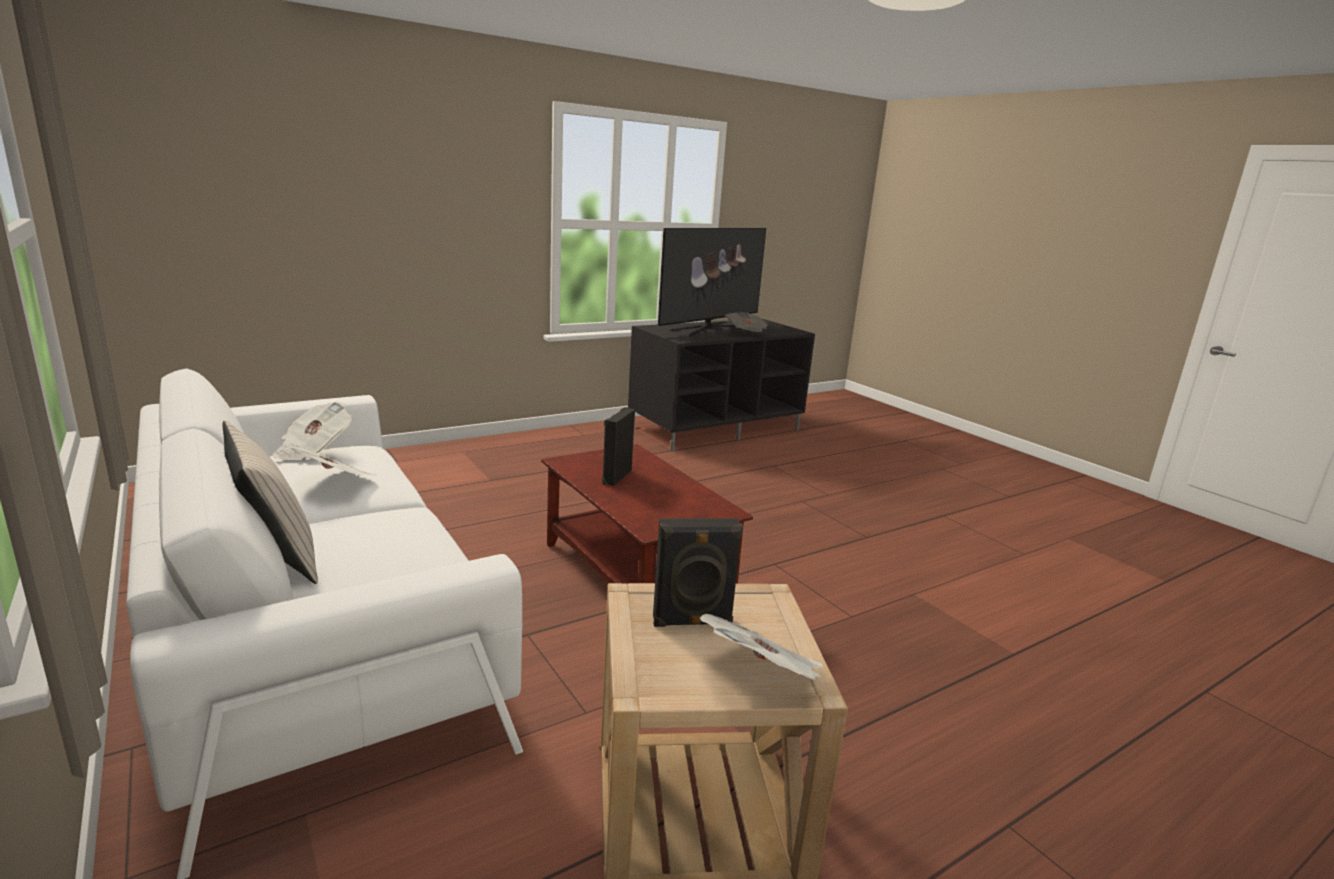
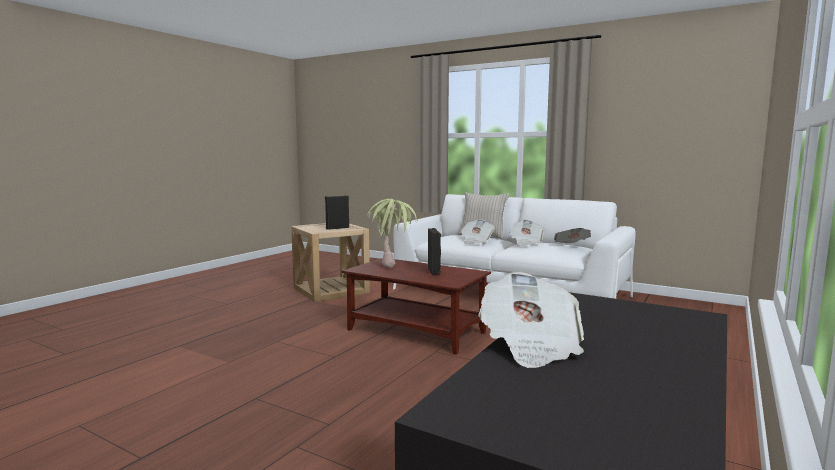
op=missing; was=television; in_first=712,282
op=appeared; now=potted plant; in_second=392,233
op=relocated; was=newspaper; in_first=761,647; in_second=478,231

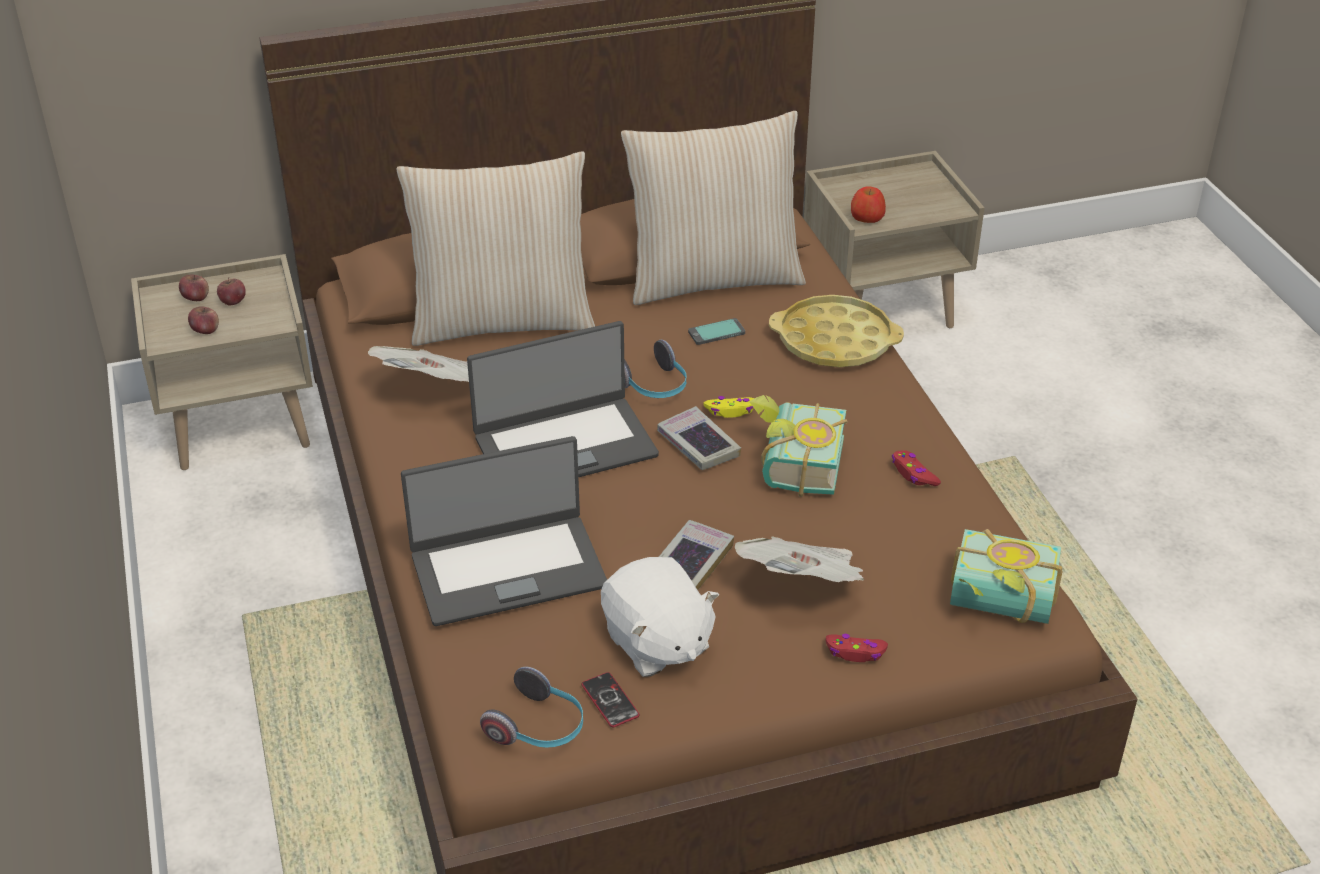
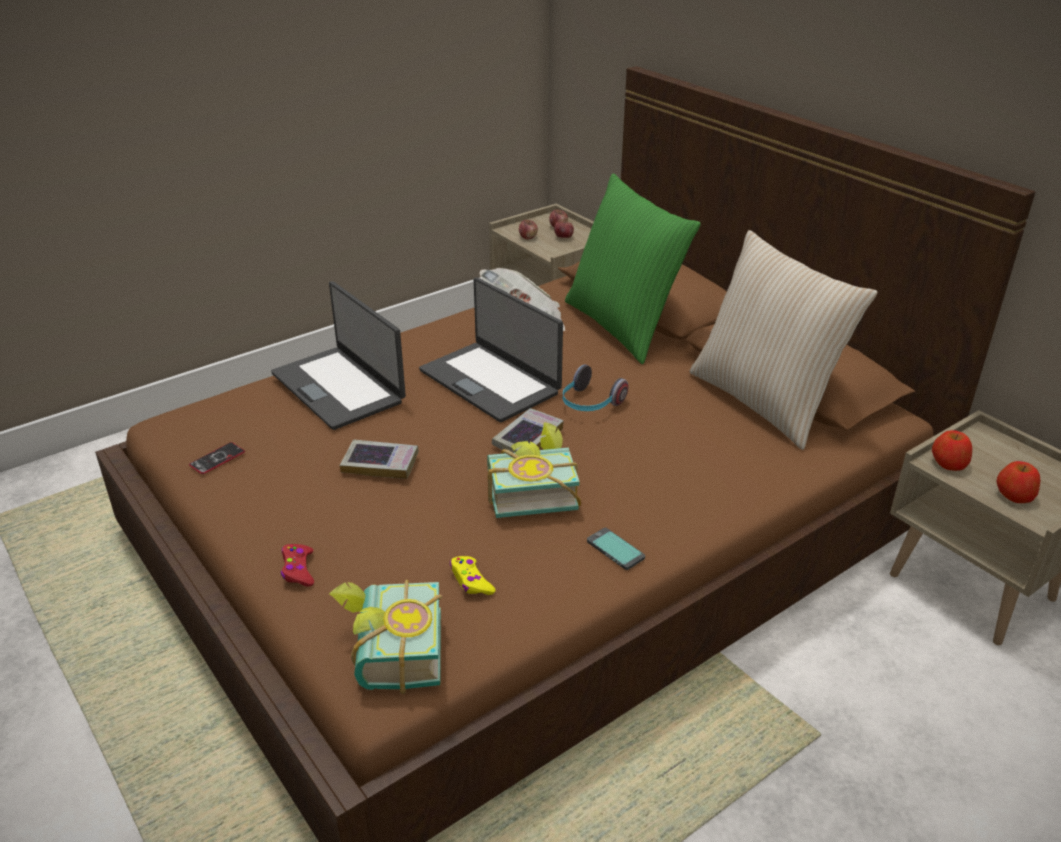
op=missing; was=headphones; in_first=531,707
op=missing; was=white plush toy; in_first=660,617
op=missing; was=newspaper; in_first=799,559
op=missing; was=yellow tray; in_first=836,331
op=missing; was=red game controller; in_first=916,468
op=appeared; now=apple; in_second=1018,482
op=relocated; was=phone; in_first=716,331; in_second=616,549
op=relocated; was=yellow game controller; in_first=728,407; in_second=473,575
op=colour; was=beige pillow; now=green pillow; in_first=495,249; in_second=633,268

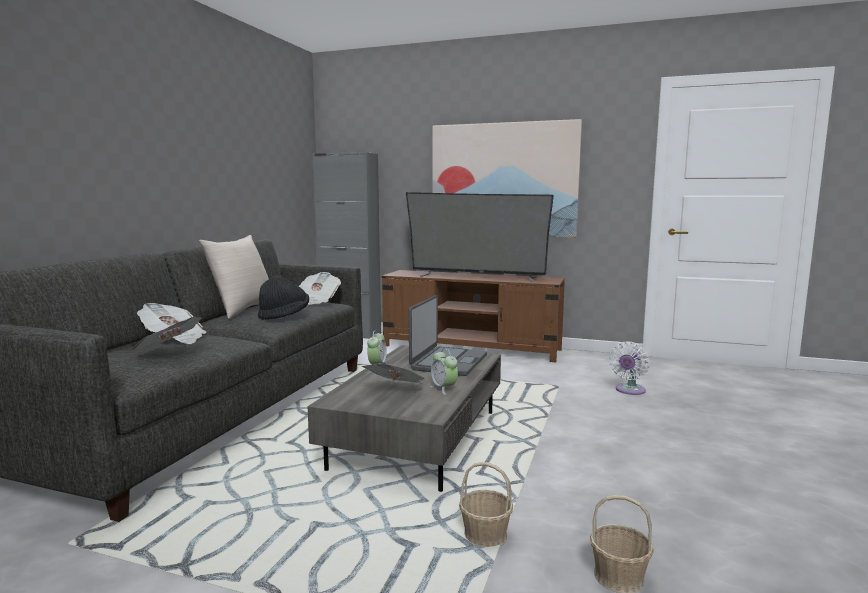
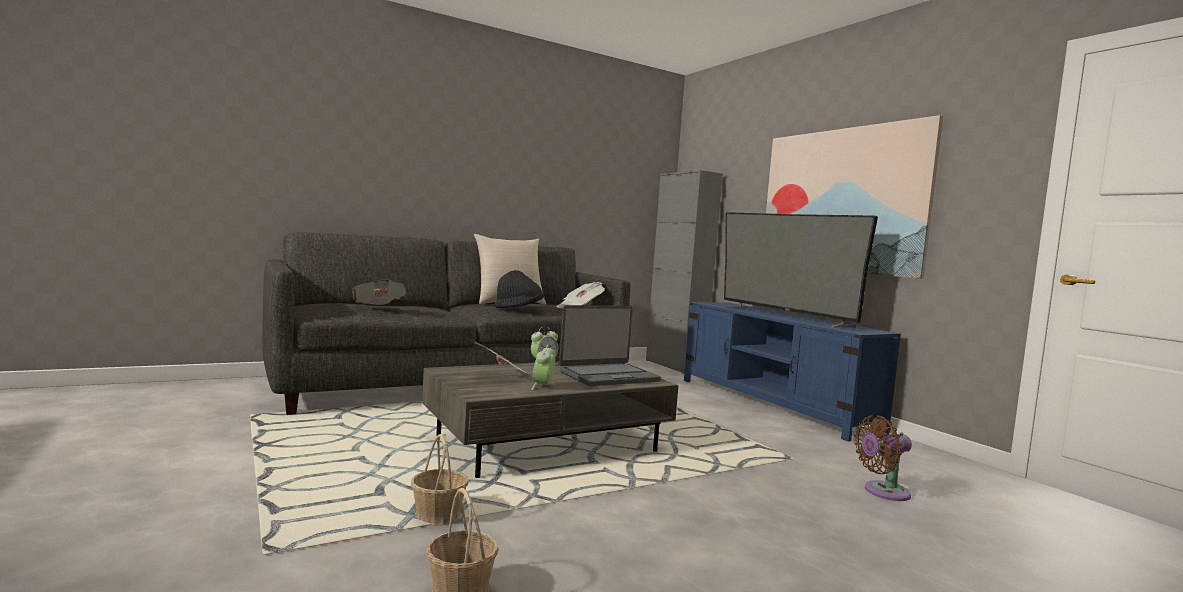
op=missing; was=newspaper; in_first=171,323
op=colour; was=brown tv stand; now=blue tv stand; in_first=473,316; in_second=792,372
op=colour; was=white fan; now=brown fan; in_first=629,368; in_second=883,458

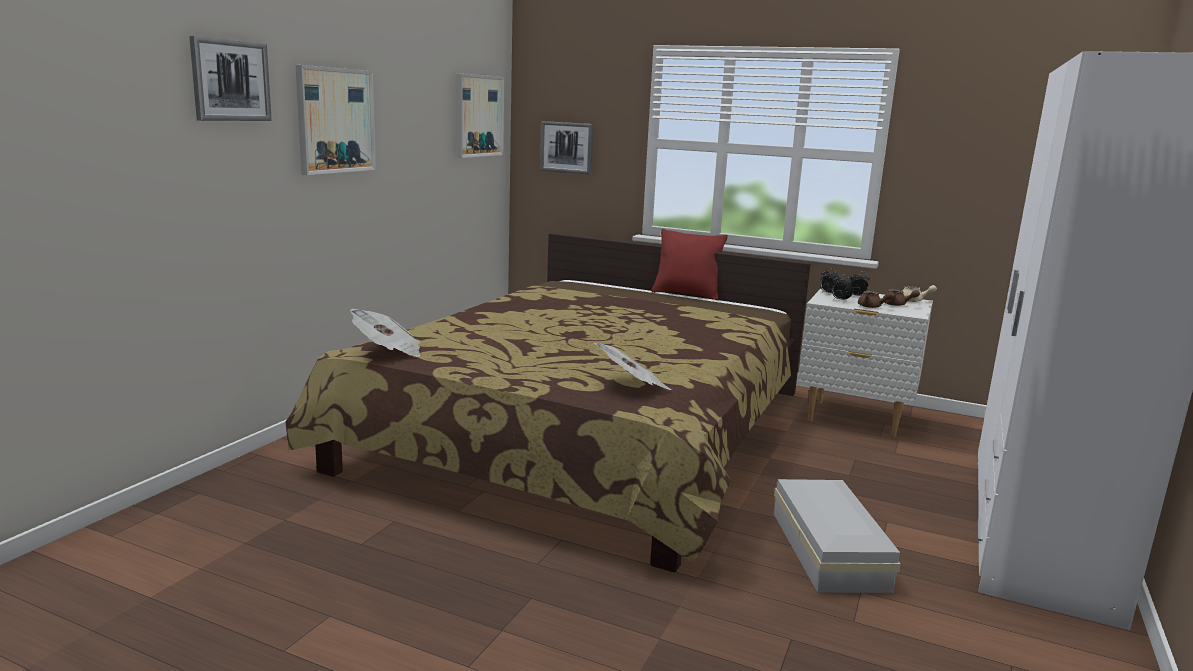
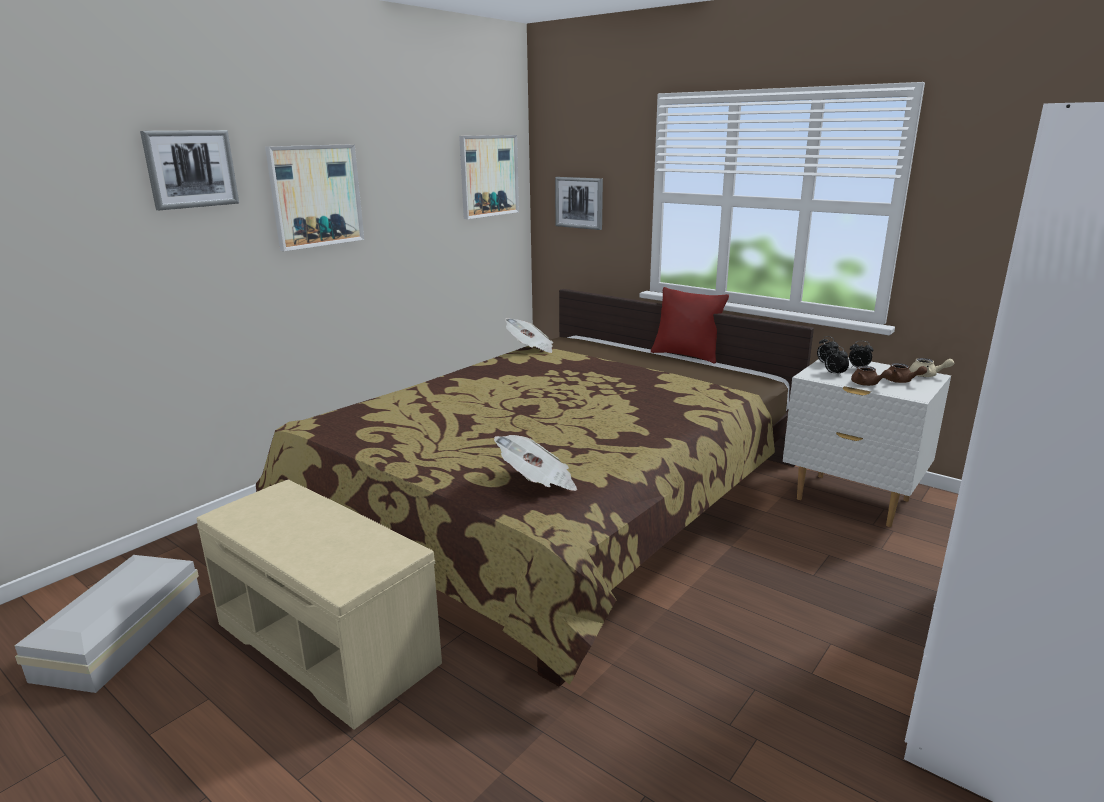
op=appeared; now=beige bench; in_second=319,605
op=relocated; was=newspaper; in_first=385,333; in_second=529,335
op=relocated; was=white storage box; in_first=837,536; in_second=107,624

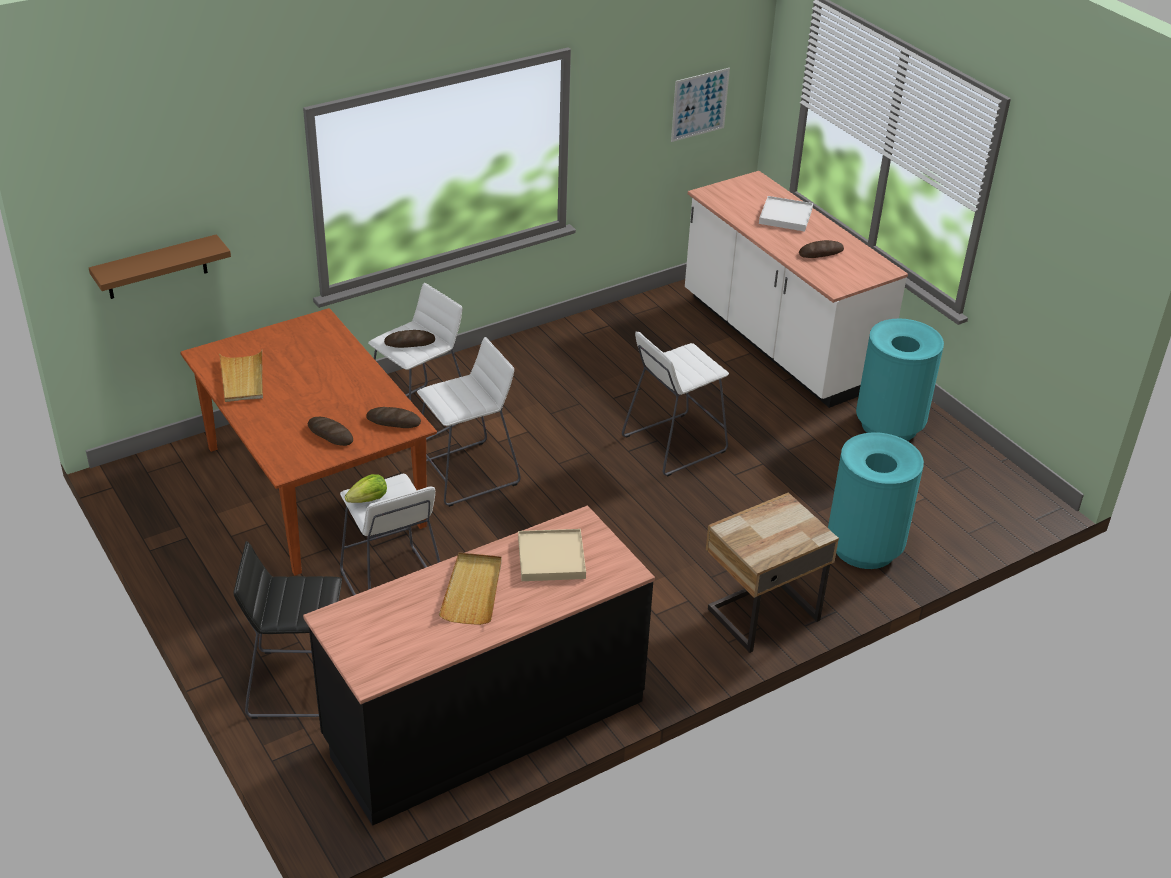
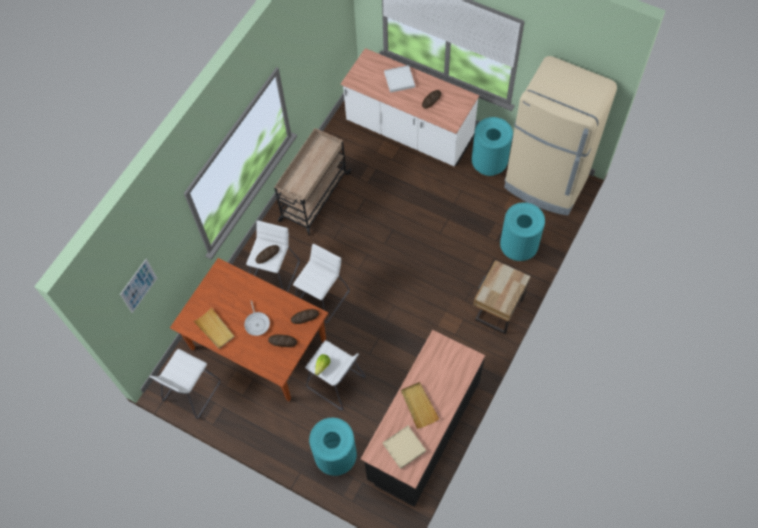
op=missing; was=brown shelf; in_first=160,266
op=appeared; now=frying pan; in_second=257,318
op=appeared; now=beige cart; in_second=312,182
op=appeared; now=beige fridge; in_second=560,136
op=relocated; was=beige tray; in_first=552,555; in_second=404,447
op=relocated; was=white stool; in_first=675,403; in_second=184,384
op=relocated; was=picture; in_first=700,105; in_second=138,285
op=exchanged; was=black stool; now=turquoise trash can; in_first=288,630; in_second=333,447

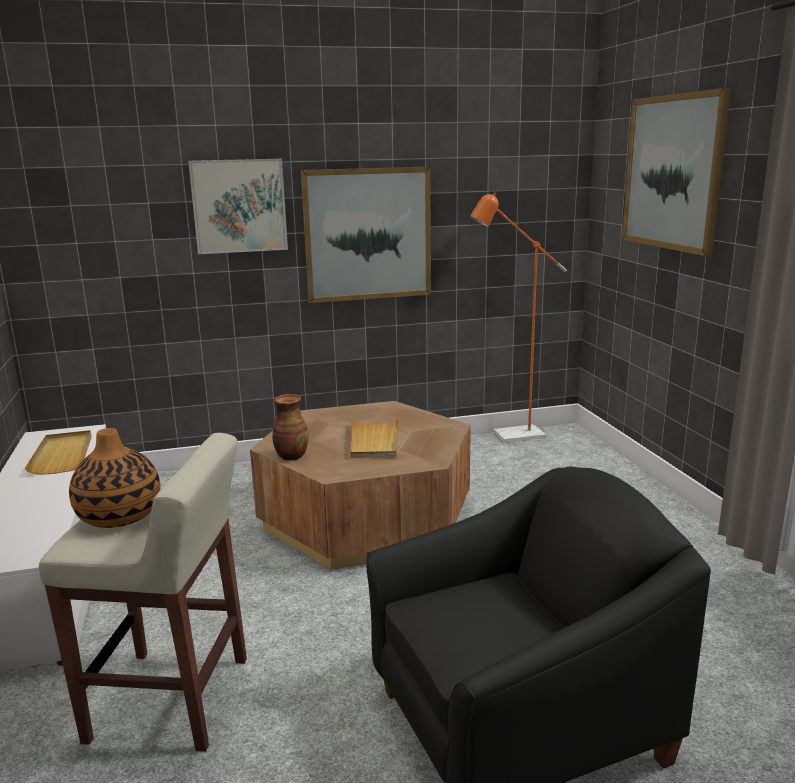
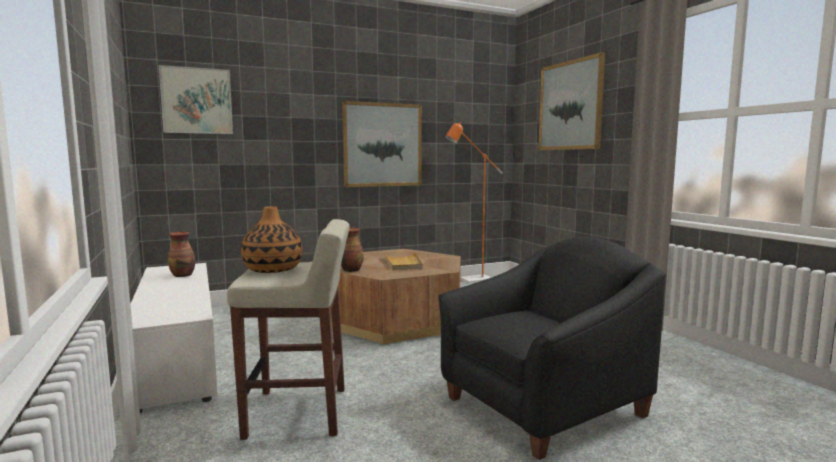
op=relocated; was=picture; in_first=238,206; in_second=196,99
op=exchanged; was=beige tray; now=vase; in_first=58,452; in_second=181,254

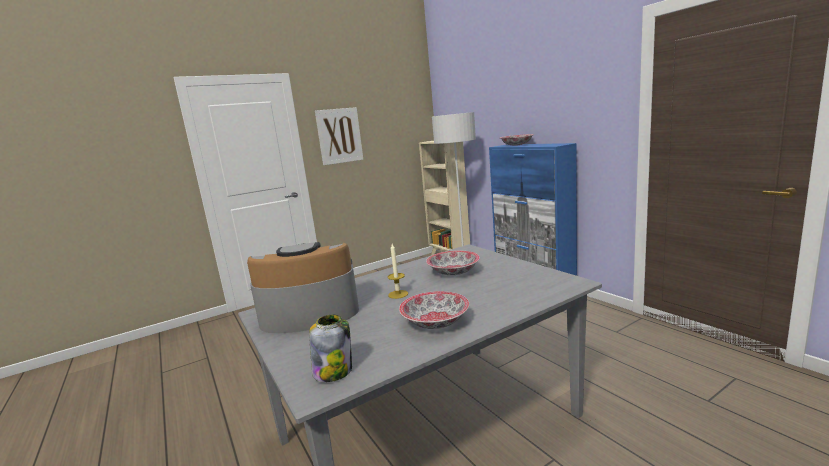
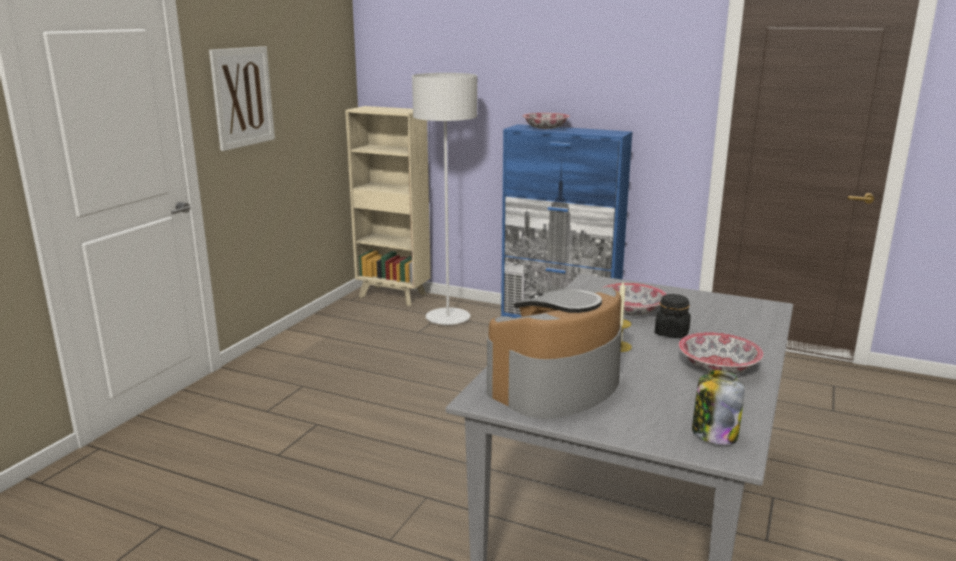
op=appeared; now=black jar; in_second=673,316

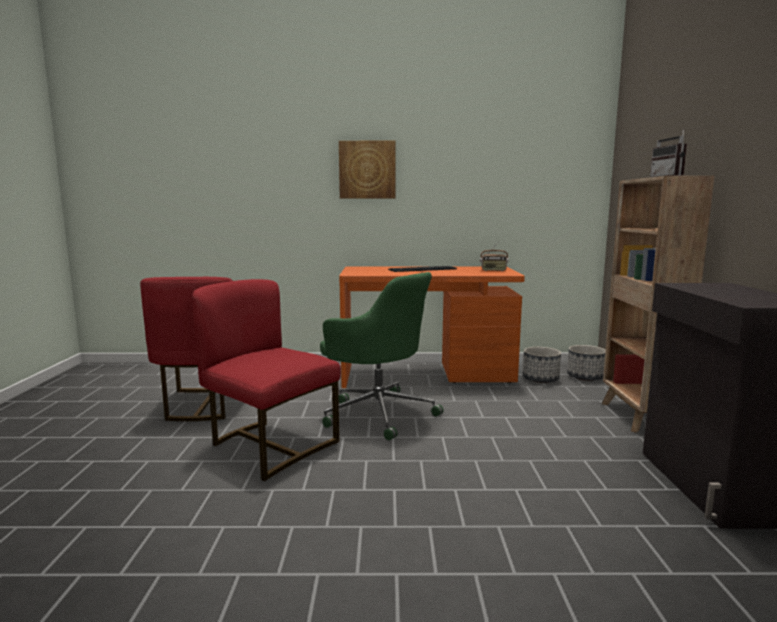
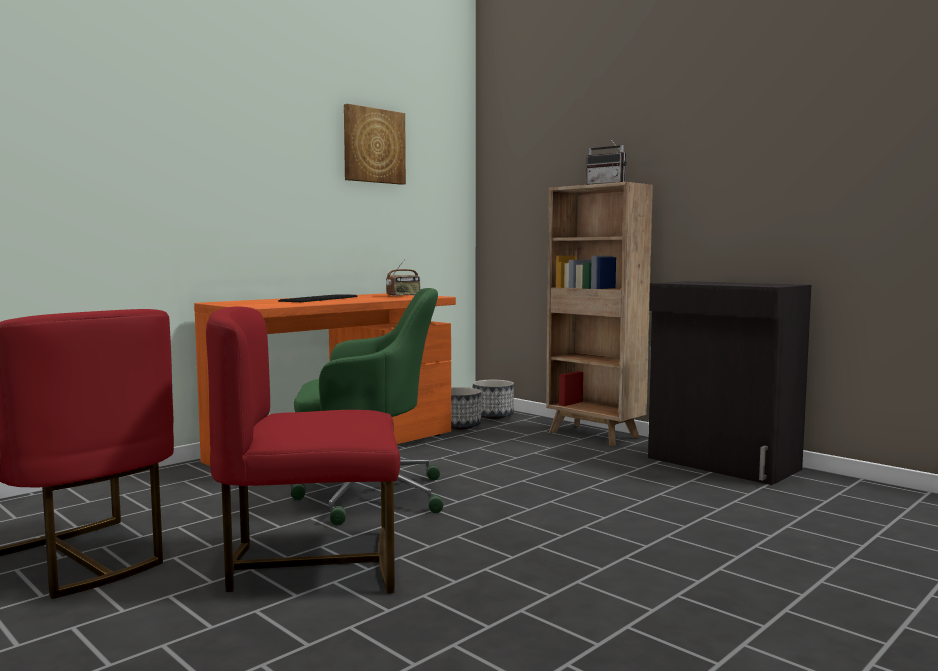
op=relocated; was=picture; in_first=367,170; in_second=375,144

